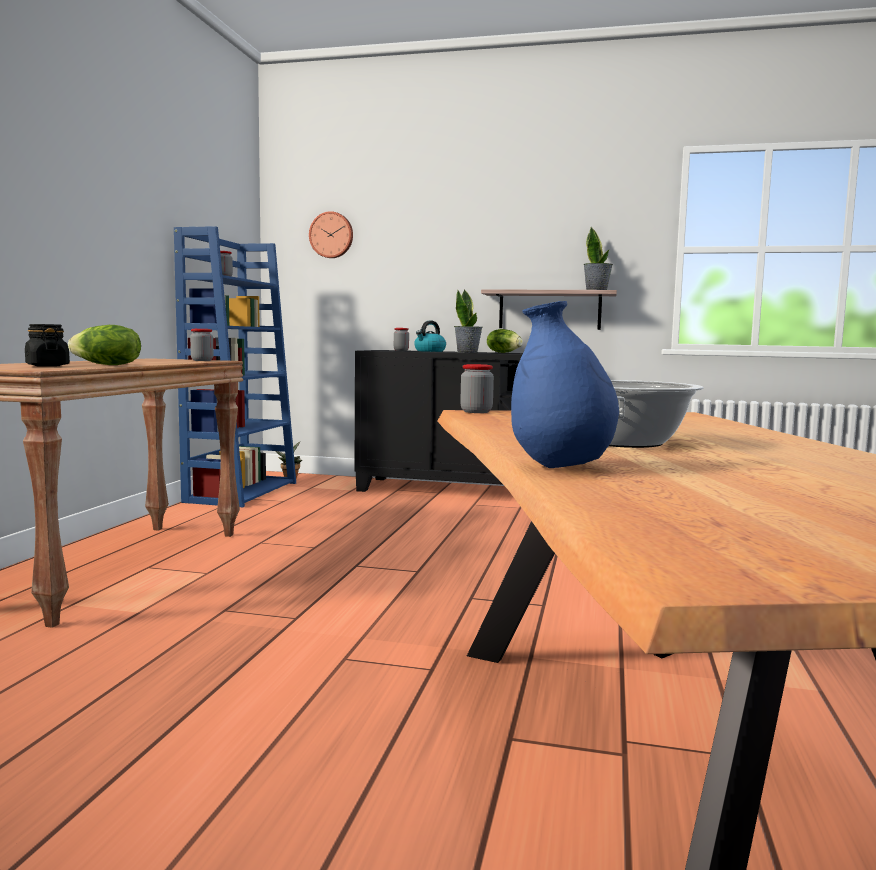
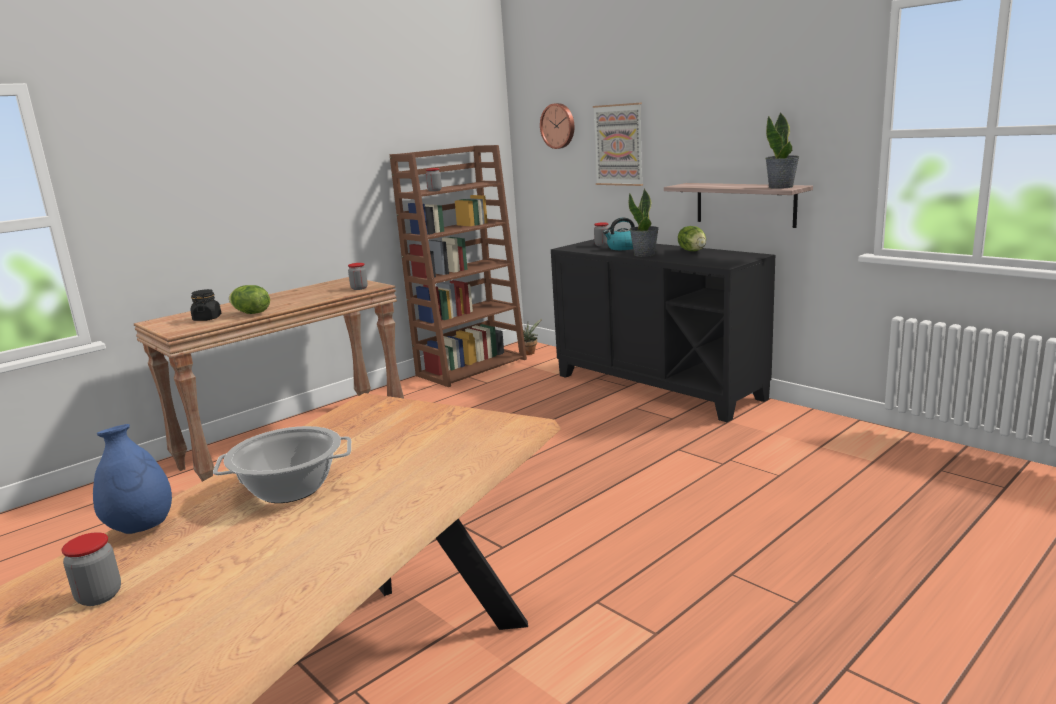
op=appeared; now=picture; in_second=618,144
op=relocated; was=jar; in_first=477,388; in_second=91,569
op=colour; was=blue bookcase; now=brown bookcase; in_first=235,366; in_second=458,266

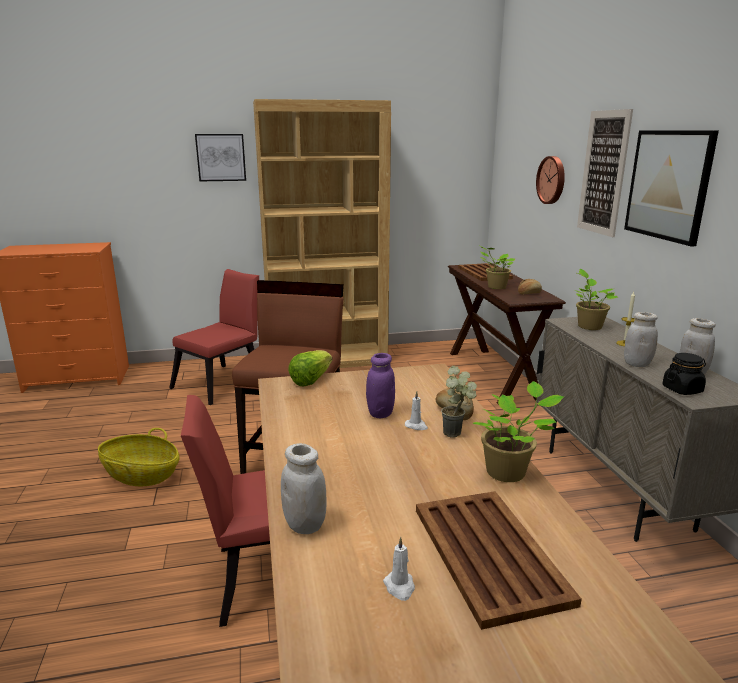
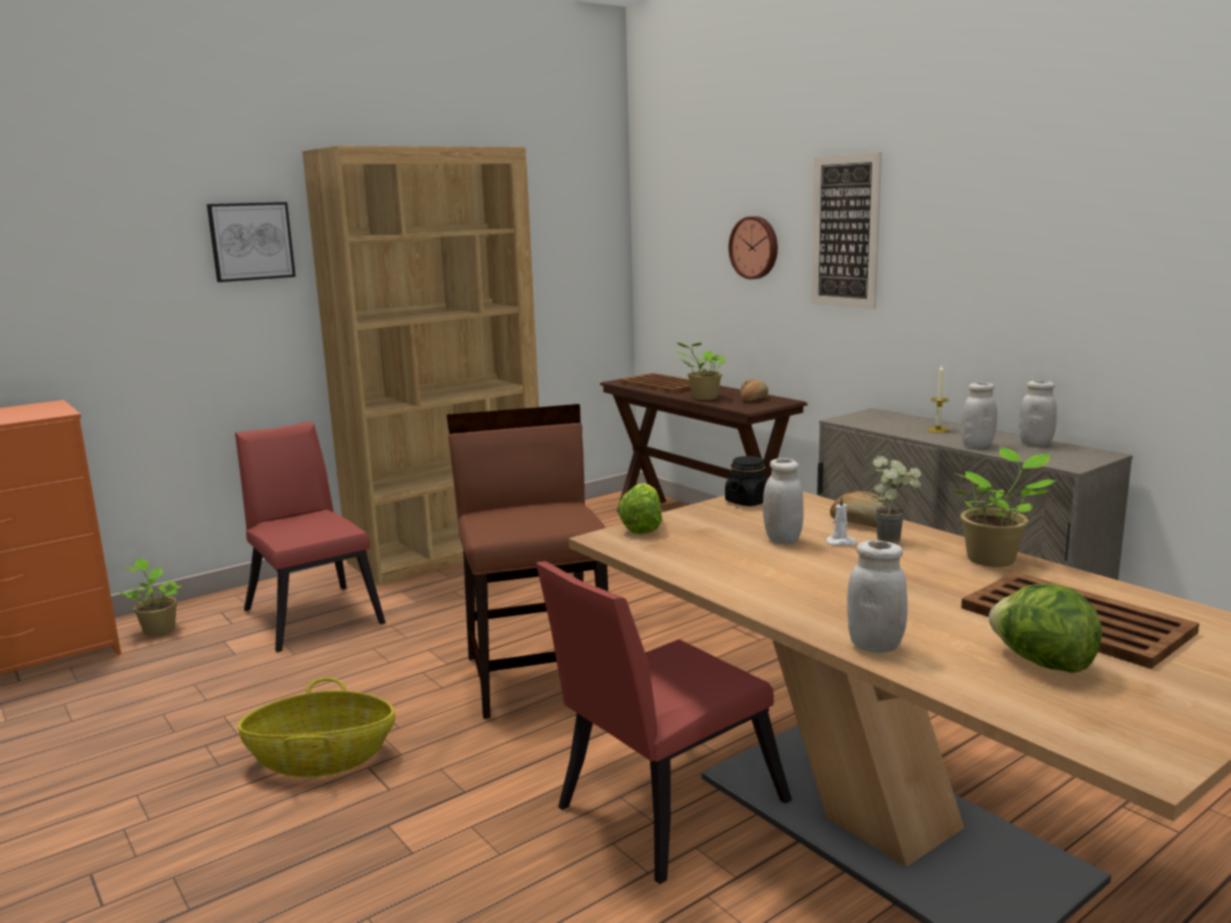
op=missing; was=picture; in_first=671,188
op=relocated; was=potted plant; in_first=596,299; in_second=150,597
op=relocated; was=black jar; in_first=684,374; in_second=746,481
op=exchanged; was=white candle; now=lettuce; in_first=399,569; in_second=1045,628
op=colour; was=purple jar; now=white jar; in_first=380,385; in_second=783,501
op=spun; was=red chair; in_first=214,337; in_second=310,536; clockwise=-45

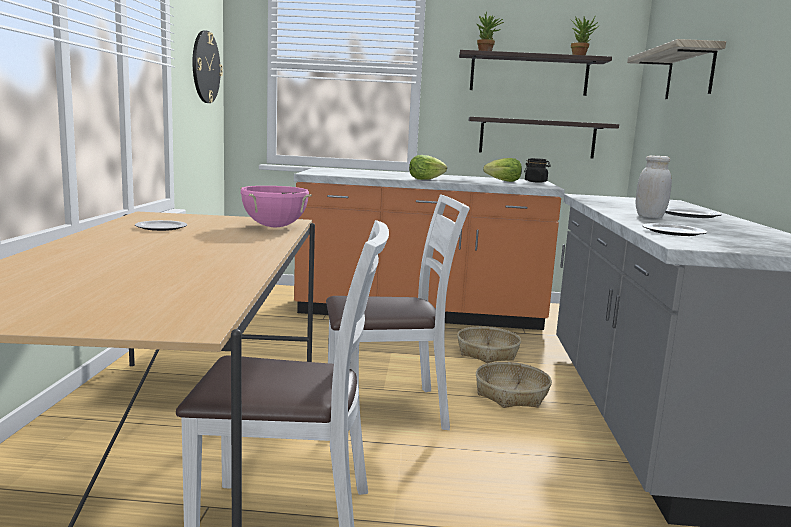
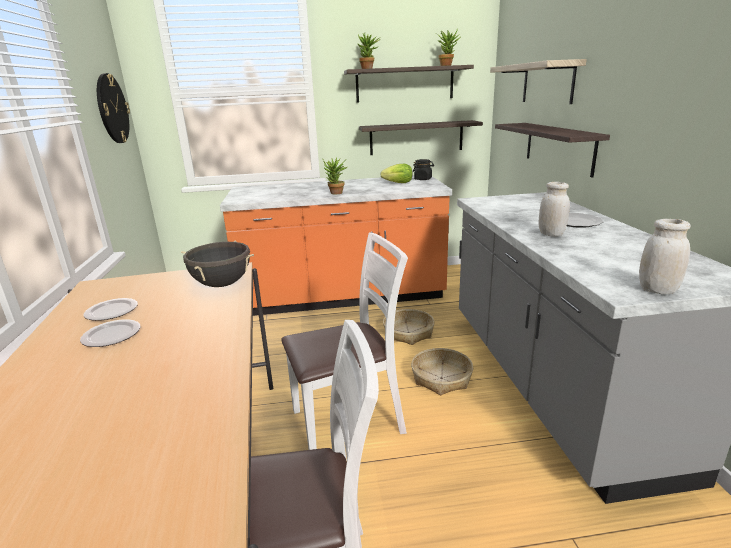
op=appeared; now=shelf; in_second=552,150
op=appeared; now=white jar; in_second=665,256
op=relocated; was=plate; in_first=674,229; in_second=110,333
op=exchanged; was=lettuce; now=potted plant; in_first=428,167; in_second=335,176
op=colour; was=pink cooking pot; now=black cooking pot; in_first=276,206; in_second=217,263

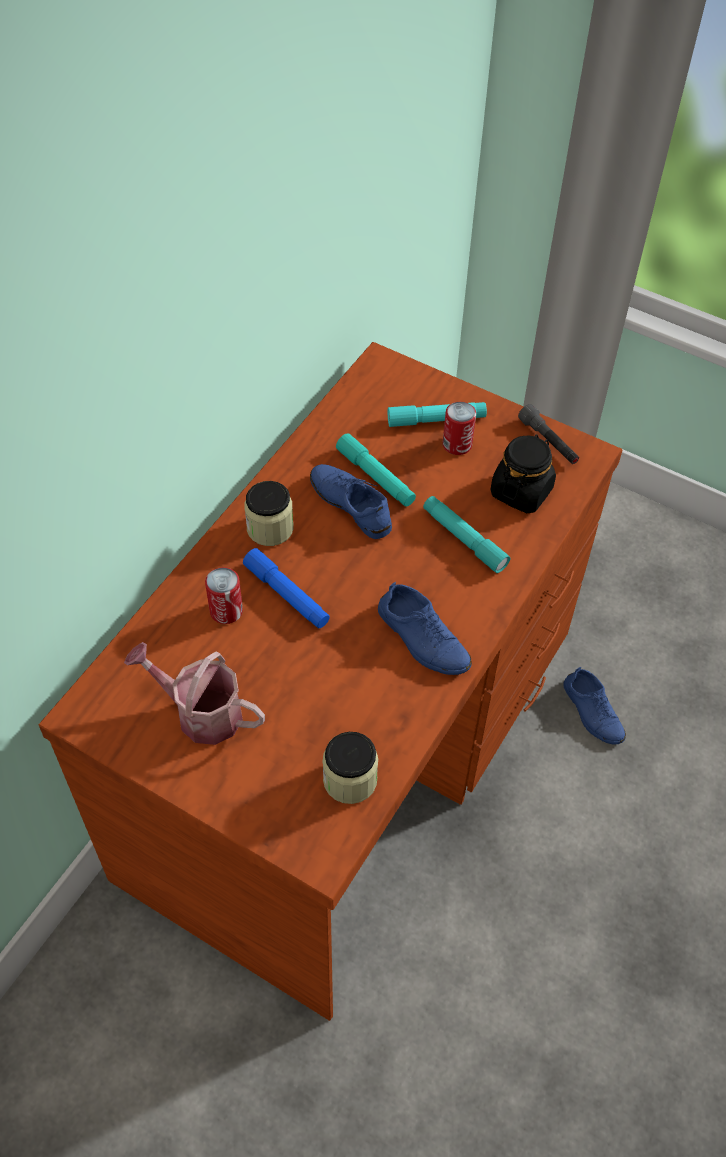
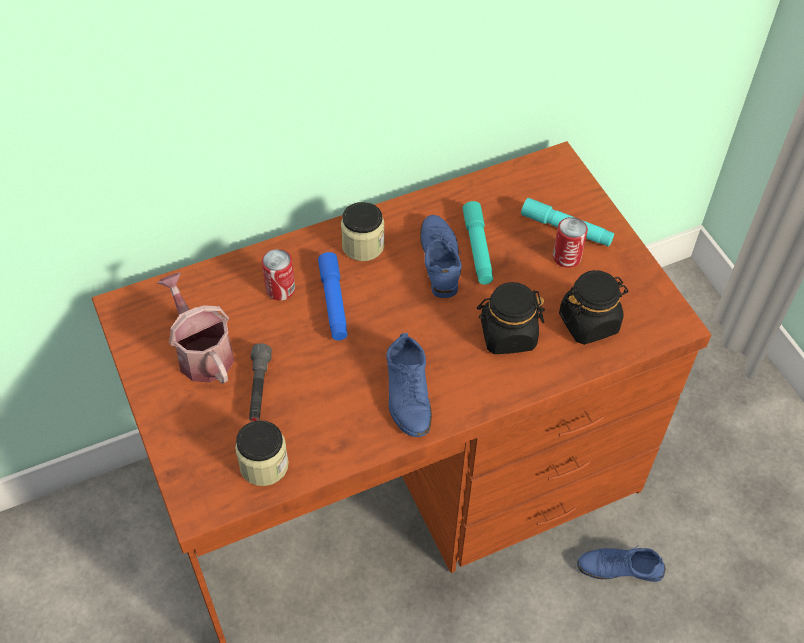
op=relocated; was=grey flashlight; in_first=548,434; in_second=260,382
op=exchanged; was=turquoise flashlight; now=black jar; in_first=466,534; in_second=511,318
op=spun; was=blue shoe; in_first=594,705; in_second=621,563; clockwise=90

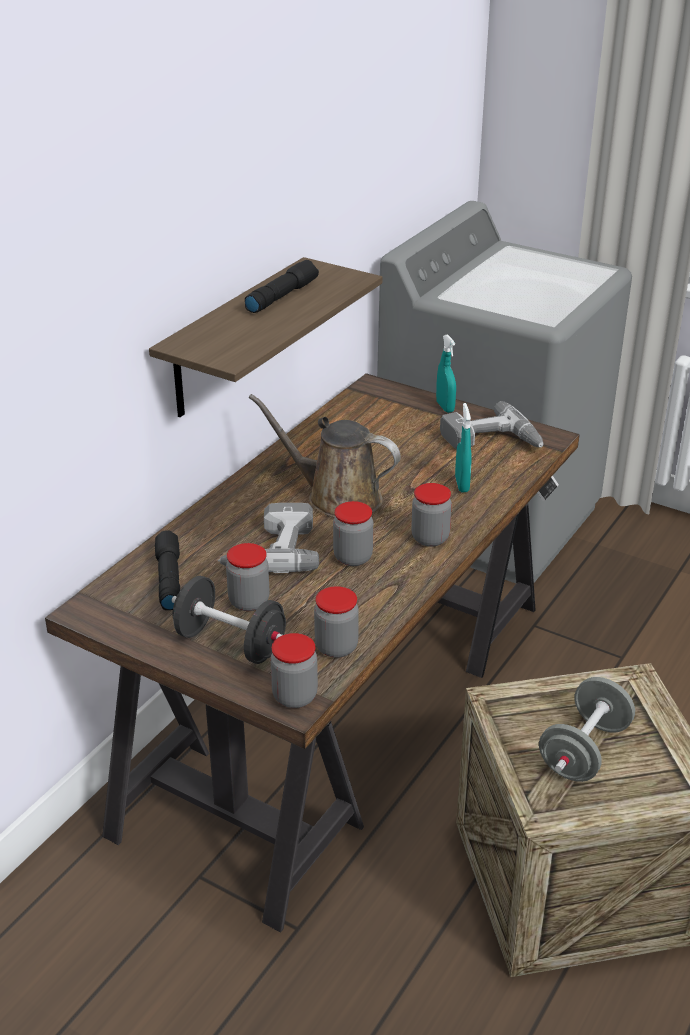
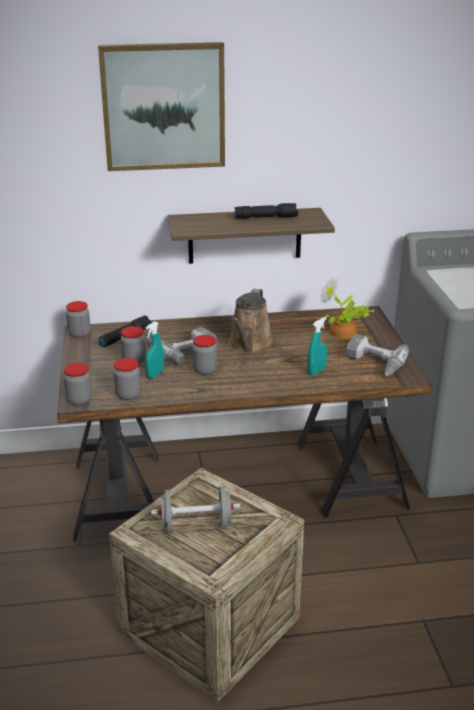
op=missing; was=black dumbbell; in_first=229,620
op=appeared; now=picture; in_second=161,106
op=appeared; now=potted plant; in_second=347,308
op=relocated; was=jar; in_first=431,515; in_second=78,319
op=relocated; was=turquoise spray bottle; in_first=446,373; in_second=154,350
op=spun; was=brown watering can; in_first=325,456; in_second=251,321; clockwise=-150

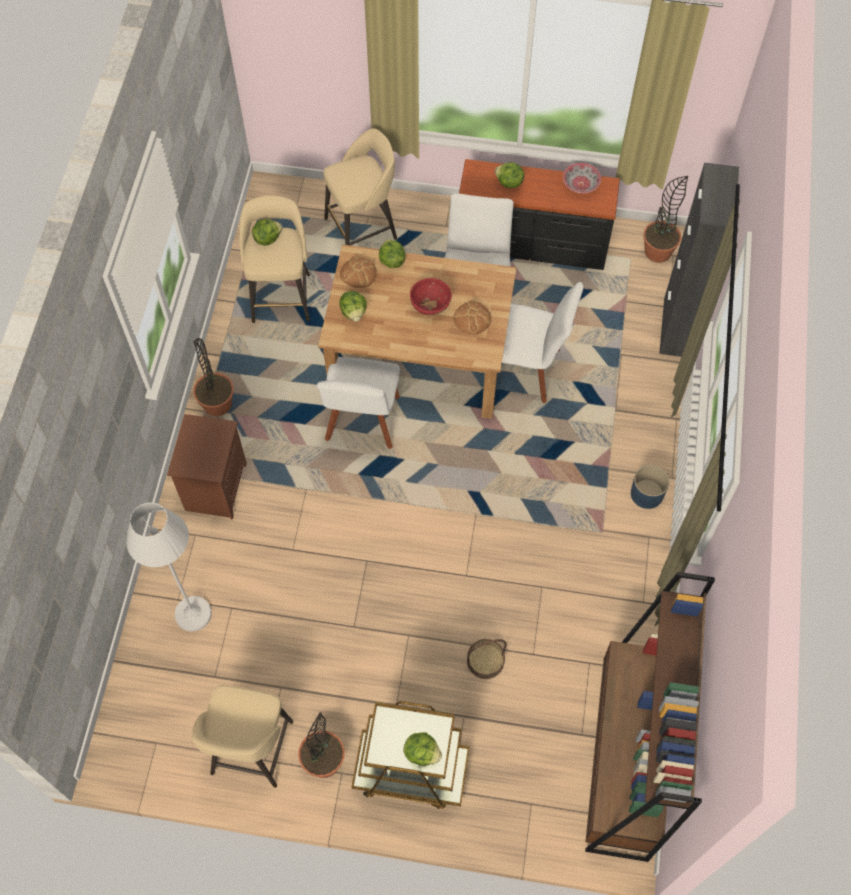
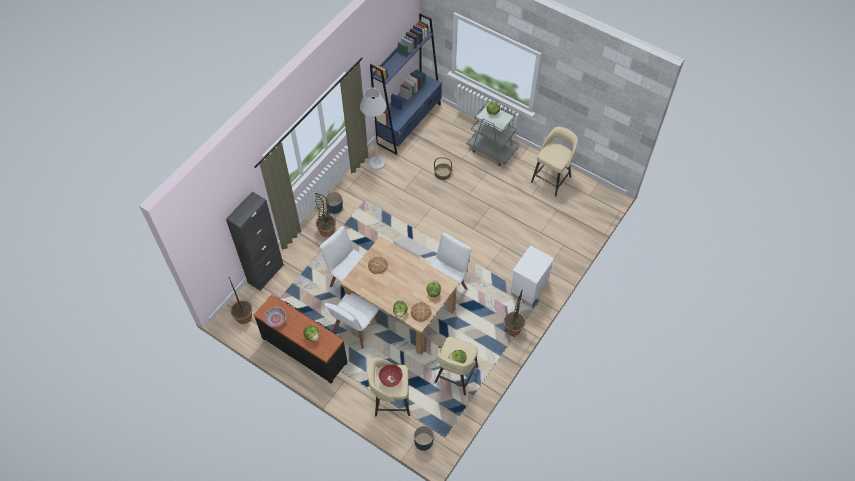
op=appeared; now=blue planter; in_second=424,438
op=relocated; was=white floor lamp; in_first=169,567; in_second=373,129
op=relocated; was=potted plant; in_first=321,745; in_second=325,215
op=relocated; was=red bowl; in_first=431,296; in_second=390,375
op=colour; was=brown nightstand; now=white nightstand; in_first=207,467; in_second=532,274
op=colour; was=brown cart; now=grey cart; in_first=410,755; in_second=492,133
op=colour; was=brown bookcase; now=blue bookcase; in_first=650,717; in_second=406,84

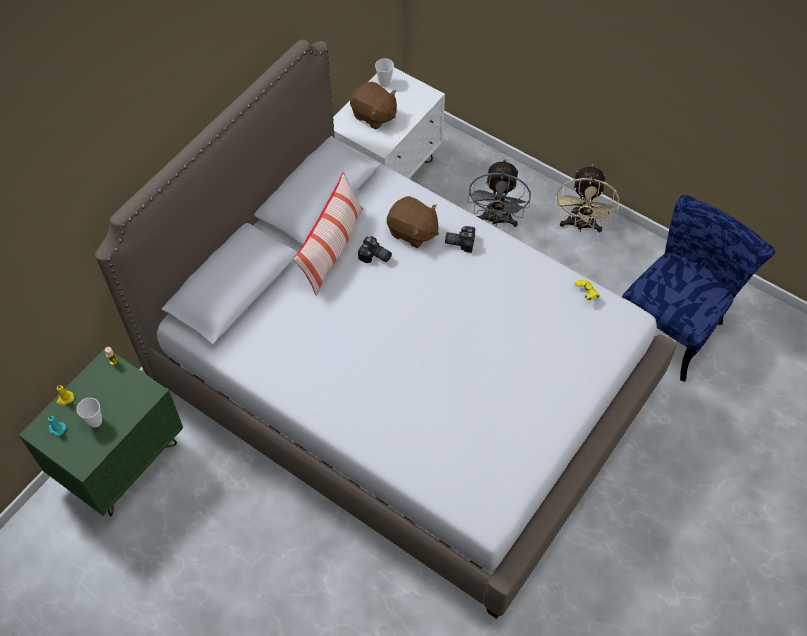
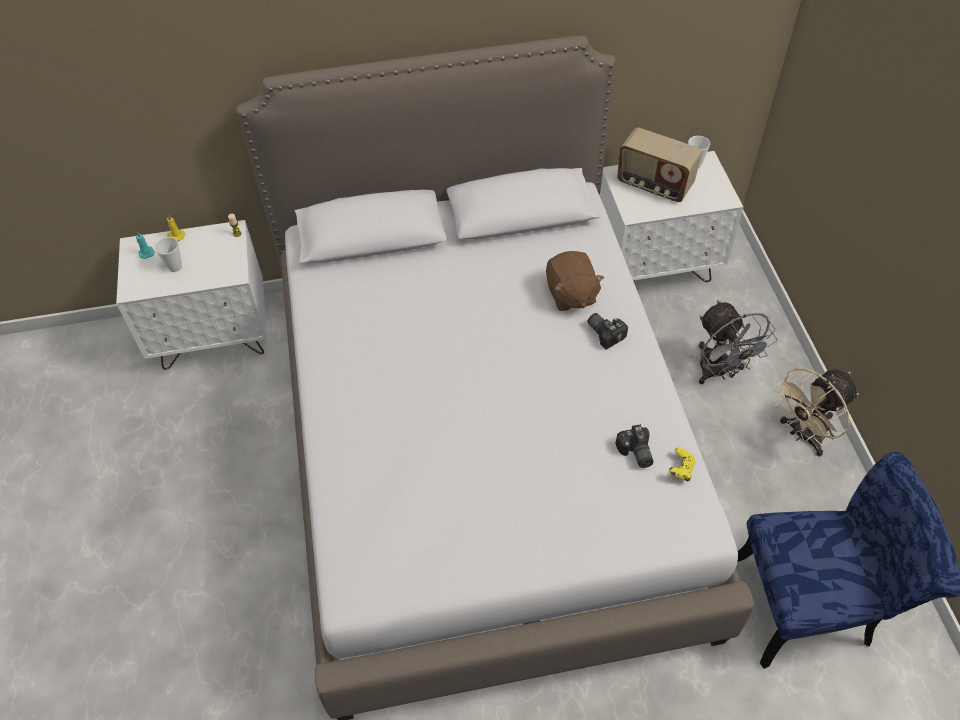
op=missing; was=pillow; in_first=328,234
op=relocated; was=photo camera; in_first=375,249; in_second=634,446
op=exchanged; was=brown plush toy; now=radio; in_first=373,105; in_second=659,164
op=colour; was=green nightstand; now=white nightstand; in_first=101,431; in_second=191,295
op=spun; was=grey fan; in_first=499,193; in_second=738,342; clockwise=-75

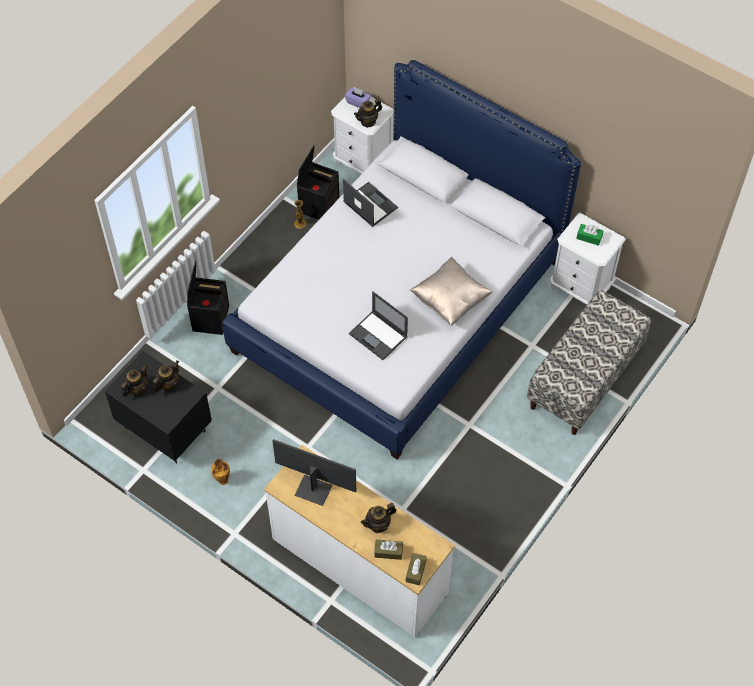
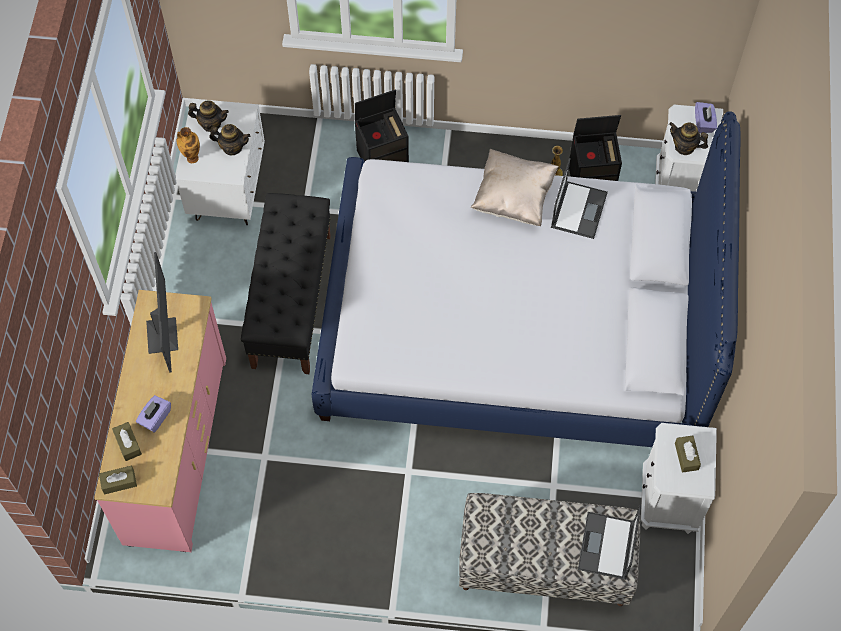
op=appeared; now=black bench; in_second=286,283
op=relocated; was=vase; in_first=220,472; in_second=188,145
op=relocated; was=laptop; in_first=378,325; in_second=609,542
op=relocated; was=beige pillow; in_first=451,291; in_second=514,187
op=exchanged; was=teapot; now=purple tissue box; in_first=378,518; in_second=153,413
op=colour; was=black nightstand; now=white nightstand; in_first=158,407; in_second=220,162
op=colour; was=white dresser; now=pink dresser; in_first=359,541; in_second=160,421
op=colour; was=green tissue box; now=brown tissue box; in_first=590,235; in_second=688,454

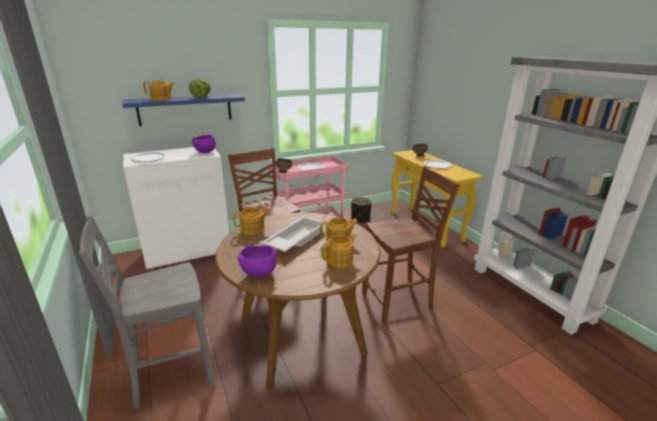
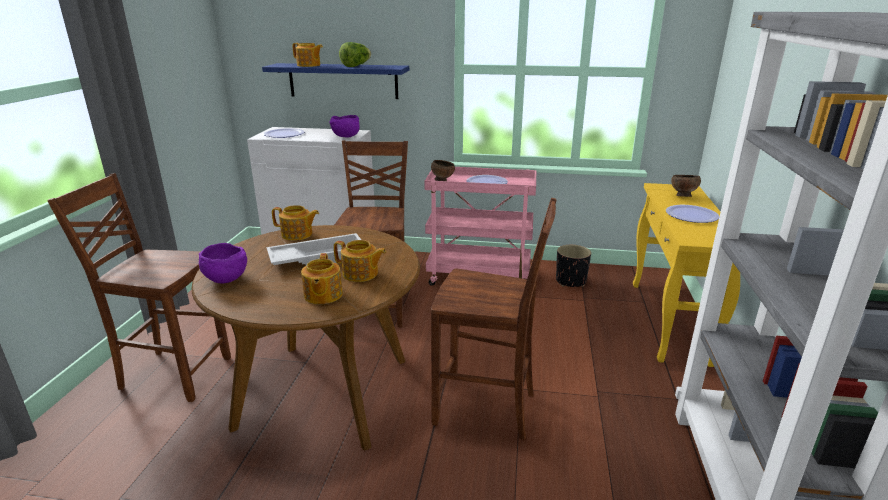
op=colour; was=grey chair; now=brown chair; in_first=147,313; in_second=139,287
op=spun; was=teapot; in_first=339,250; in_second=322,278; clockwise=90

